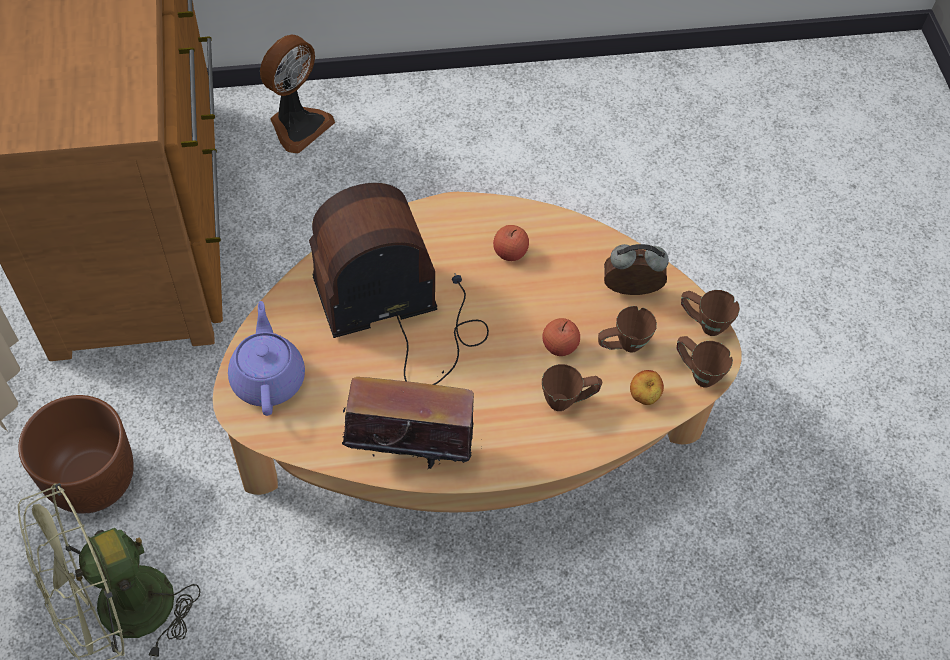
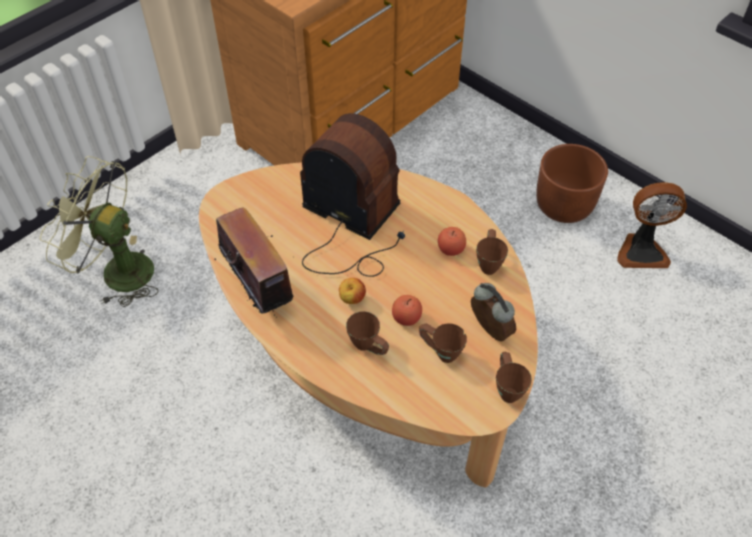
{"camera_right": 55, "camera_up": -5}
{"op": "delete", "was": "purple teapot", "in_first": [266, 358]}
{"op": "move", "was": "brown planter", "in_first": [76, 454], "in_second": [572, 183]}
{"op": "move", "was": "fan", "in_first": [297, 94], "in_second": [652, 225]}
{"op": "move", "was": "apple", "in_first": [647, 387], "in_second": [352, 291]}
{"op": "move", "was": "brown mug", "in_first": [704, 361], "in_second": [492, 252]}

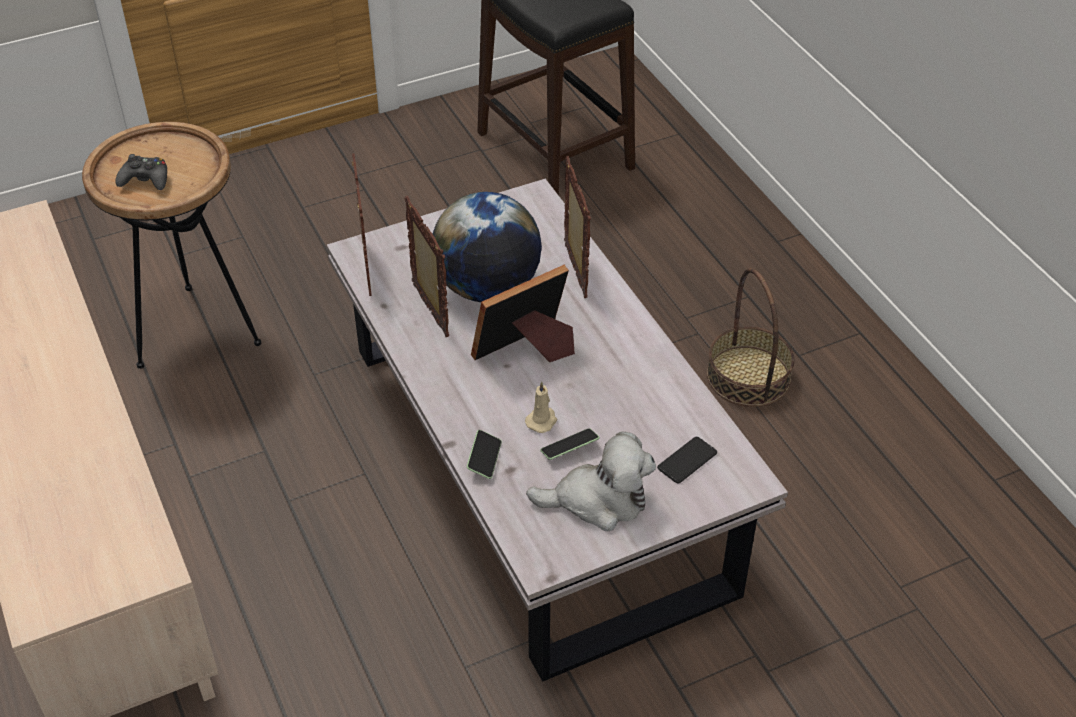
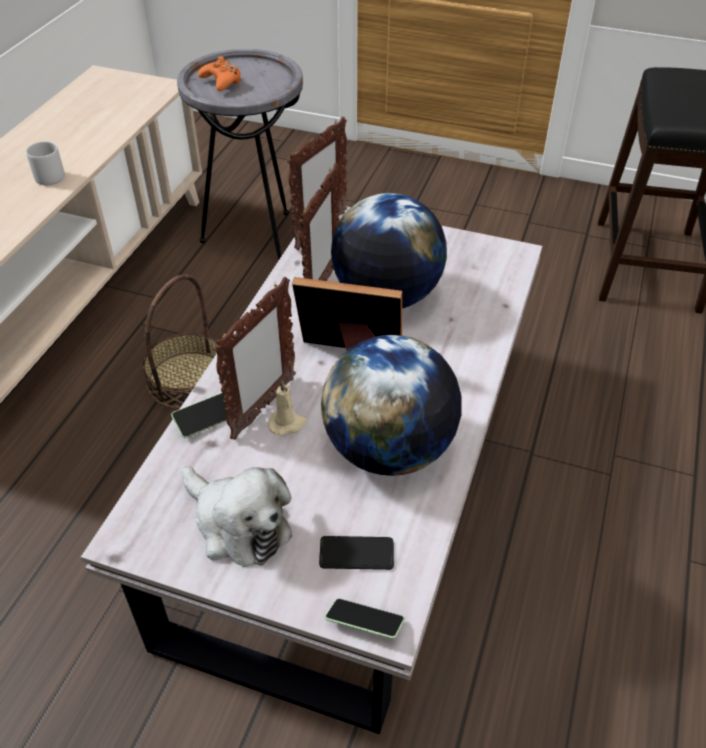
{"camera_right": 45, "camera_up": 0}
{"op": "insert", "now": "grey mug", "in_second": [45, 163]}
{"op": "insert", "now": "globe", "in_second": [391, 405]}
{"op": "move", "was": "phone", "in_first": [570, 444], "in_second": [365, 619]}
{"op": "move", "was": "picture frame", "in_first": [577, 227], "in_second": [254, 358]}
{"op": "move", "was": "basket", "in_first": [750, 337], "in_second": [180, 341]}
{"op": "recolor", "was": "brown side table", "now": "grey side table", "in_first": [171, 245], "in_second": [240, 154]}
{"op": "recolor", "was": "black game controller", "now": "orange game controller", "in_first": [141, 172], "in_second": [220, 74]}

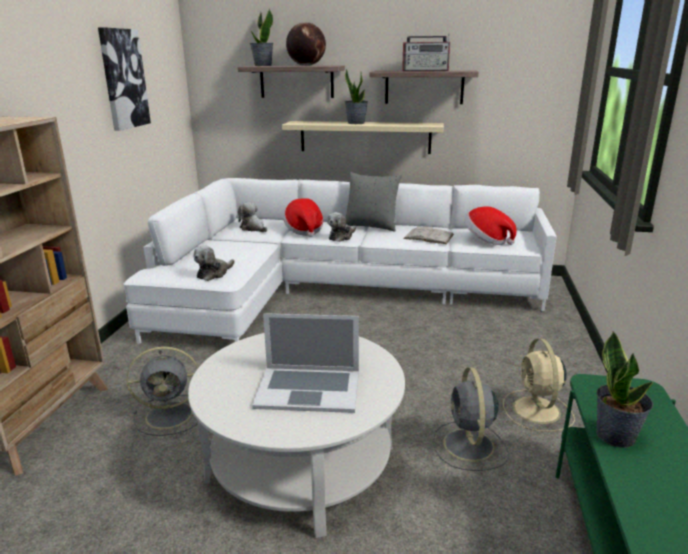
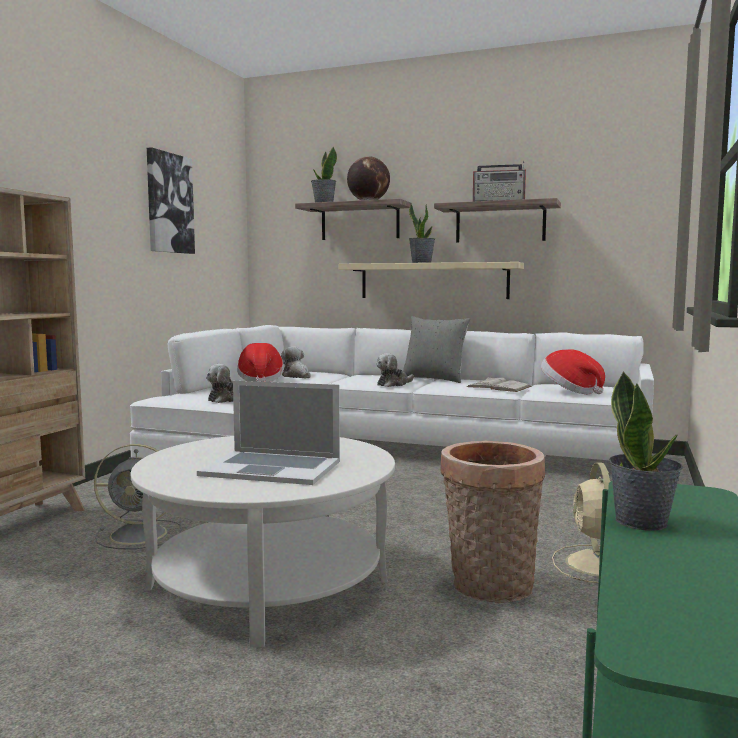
{"camera_right": 10, "camera_up": -15}
{"op": "move", "was": "hat", "in_first": [303, 217], "in_second": [260, 362]}
{"op": "replace", "was": "grey fan", "now": "basket", "in_first": [471, 419], "in_second": [492, 522]}

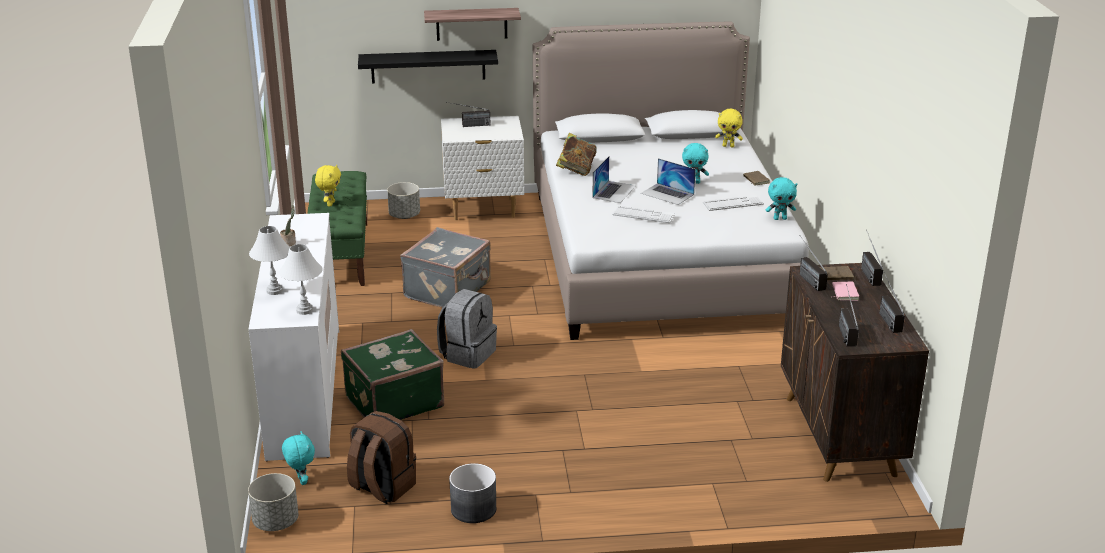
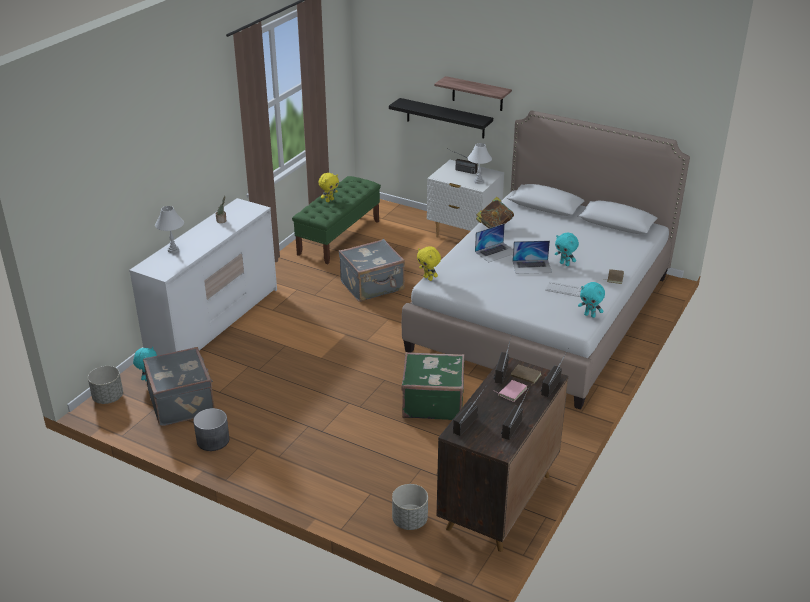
{"camera_right": 35, "camera_up": 5}
{"op": "delete", "was": "grey backpack", "in_first": [467, 329]}
{"op": "delete", "was": "keyboard", "in_first": [643, 214]}
{"op": "move", "was": "white table lamp", "in_first": [301, 279], "in_second": [480, 163]}
{"op": "move", "was": "green suitcase", "in_first": [392, 374], "in_second": [433, 386]}
{"op": "move", "was": "grey planter", "in_first": [403, 200], "in_second": [410, 507]}
{"op": "move", "was": "yellow plush toy", "in_first": [729, 128], "in_second": [429, 263]}
{"op": "replace", "was": "brown backpack", "now": "grey suitcase", "in_first": [381, 457], "in_second": [179, 386]}
{"op": "rotate", "was": "laptop", "in_first": [668, 181], "in_second": [532, 257], "clockwise": -75}

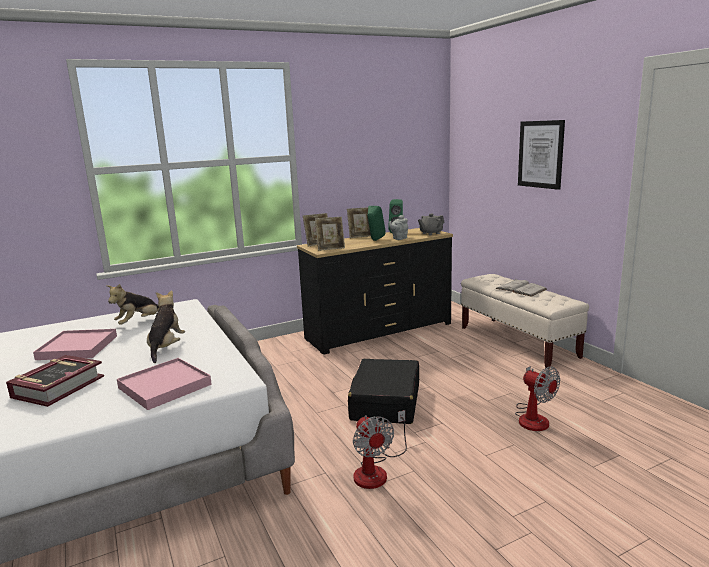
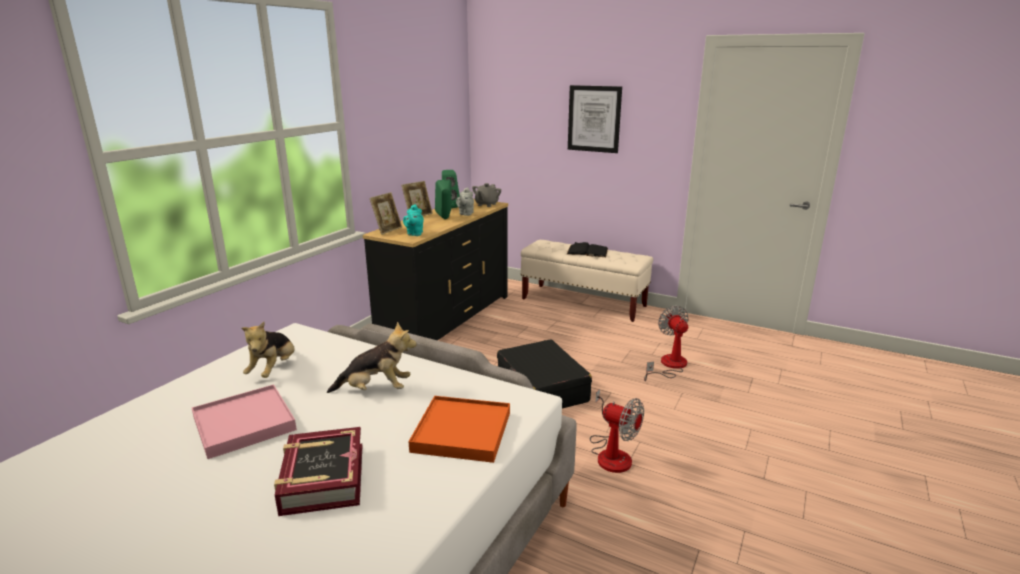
{"camera_right": -35, "camera_up": 5}
{"op": "replace", "was": "picture frame", "now": "turquoise teapot", "in_first": [330, 234], "in_second": [413, 220]}
{"op": "recolor", "was": "pink tray", "now": "orange tray", "in_first": [164, 384], "in_second": [459, 429]}
{"op": "recolor", "was": "white book", "now": "black book", "in_first": [521, 288], "in_second": [587, 249]}
{"op": "rotate", "was": "plush toy", "in_first": [166, 326], "in_second": [372, 357], "clockwise": 120}
{"op": "rotate", "was": "fan", "in_first": [537, 398], "in_second": [666, 343], "clockwise": -120}

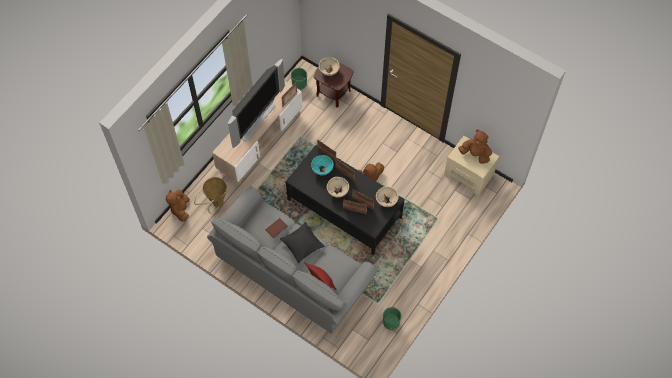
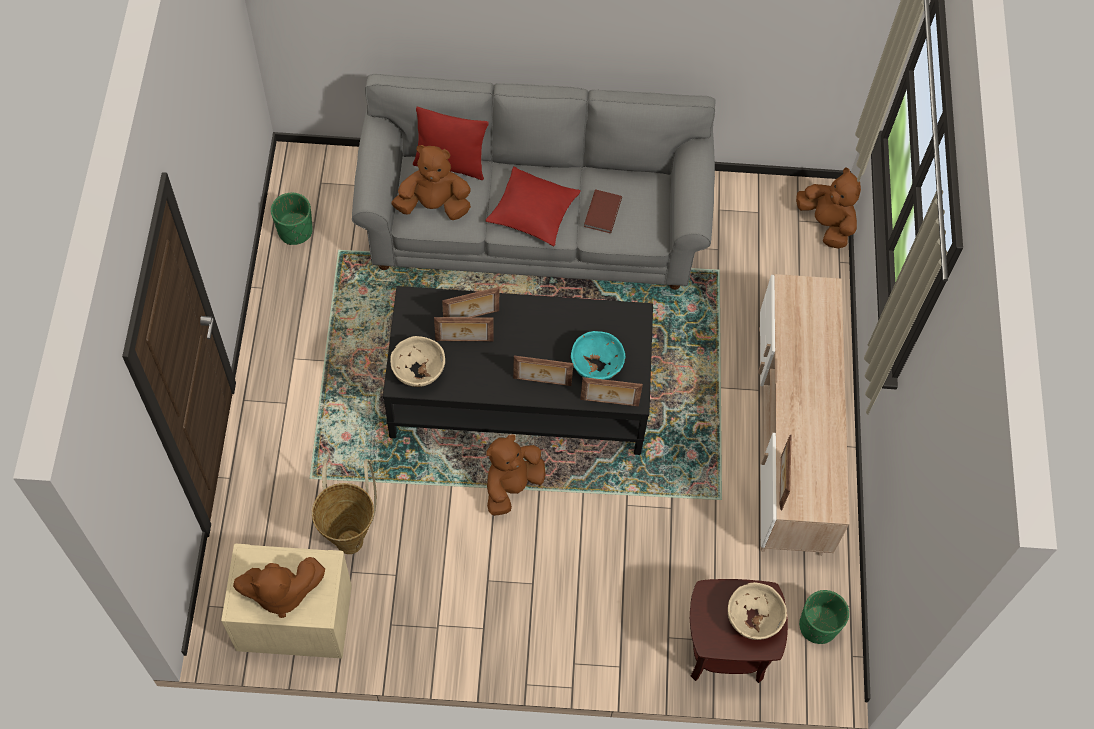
{"camera_right": 145, "camera_up": 0}
{"op": "delete", "was": "television", "in_first": [256, 103]}
{"op": "delete", "was": "beige bowl", "in_first": [338, 187]}
{"op": "insert", "now": "brown plush toy", "in_second": [431, 182]}
{"op": "move", "was": "basket", "in_first": [210, 195], "in_second": [344, 506]}
{"op": "recolor", "was": "black pillow", "now": "red pillow", "in_first": [302, 242], "in_second": [533, 206]}

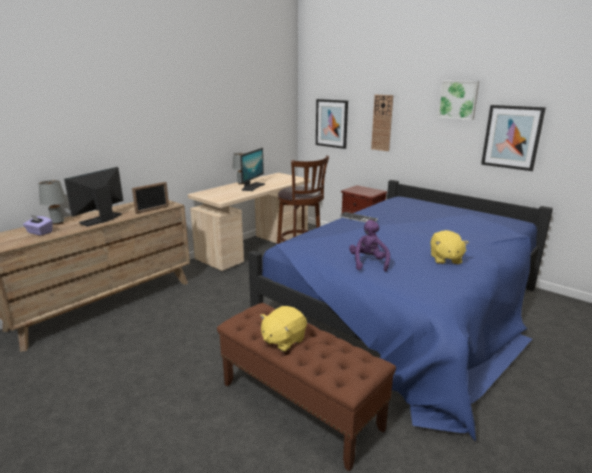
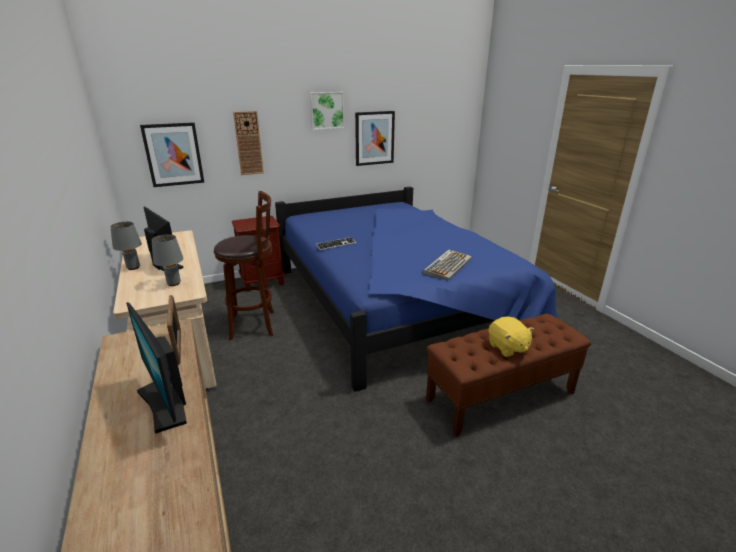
{"camera_right": -65, "camera_up": 5}
{"op": "delete", "was": "purple tissue box", "in_first": [38, 225]}
{"op": "delete", "was": "yellow plush toy", "in_first": [449, 247]}
{"op": "move", "was": "grey table lamp", "in_first": [52, 202], "in_second": [167, 260]}
{"op": "replace", "was": "purple plush toy", "now": "keyboard", "in_first": [369, 245], "in_second": [447, 265]}

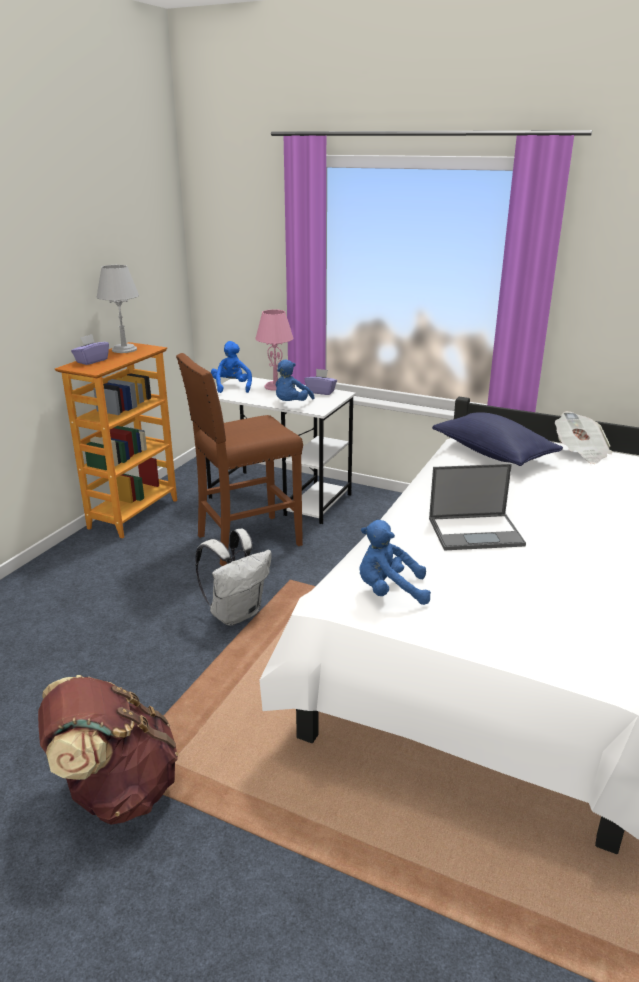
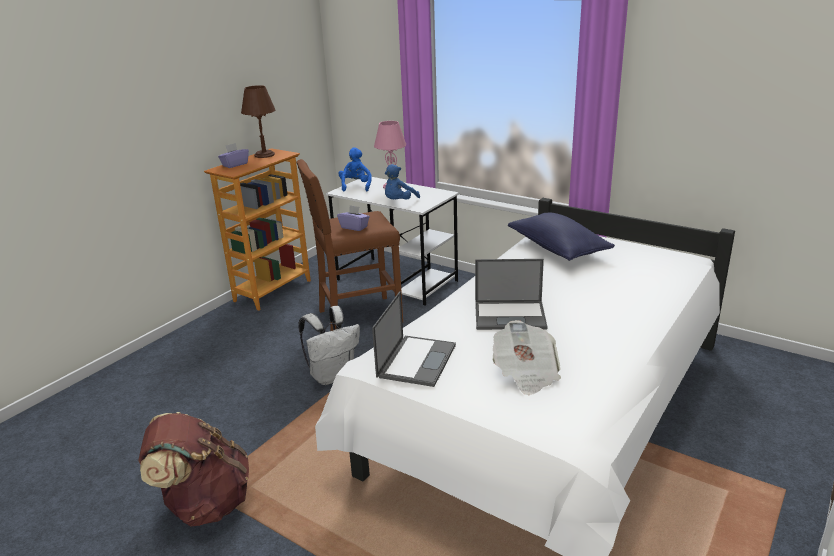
{"camera_right": 10, "camera_up": 0}
{"op": "move", "was": "purple tissue box", "in_first": [320, 382], "in_second": [353, 218]}
{"op": "move", "was": "newspaper", "in_first": [584, 437], "in_second": [527, 357]}
{"op": "replace", "was": "blue plush toy", "now": "laptop", "in_first": [395, 562], "in_second": [414, 339]}
{"op": "recolor", "was": "grey table lamp", "now": "brown table lamp", "in_first": [118, 309], "in_second": [258, 121]}

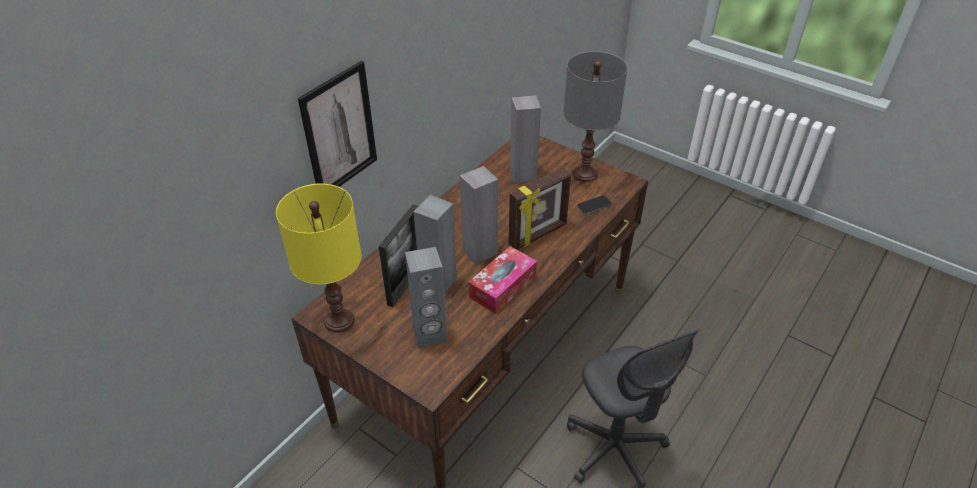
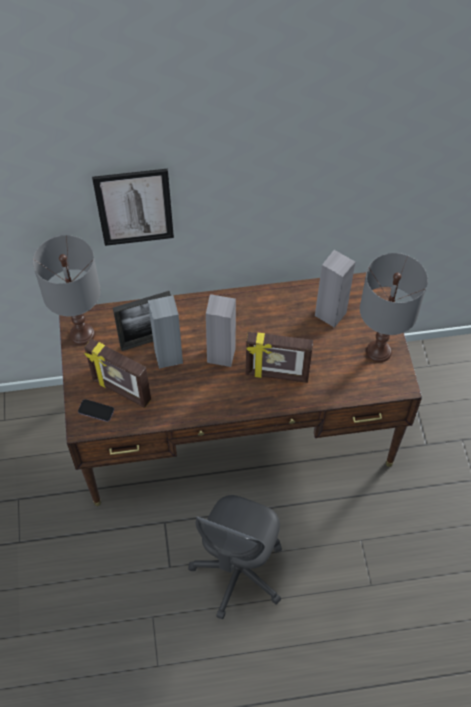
{"camera_right": 45, "camera_up": 15}
{"op": "delete", "was": "tissue box", "in_first": [502, 280]}
{"op": "move", "was": "phone", "in_first": [594, 205], "in_second": [96, 410]}
{"op": "replace", "was": "grey speaker", "now": "picture frame", "in_first": [426, 297], "in_second": [117, 373]}
{"op": "recolor", "was": "yellow table lamp", "now": "grey table lamp", "in_first": [319, 258], "in_second": [67, 290]}

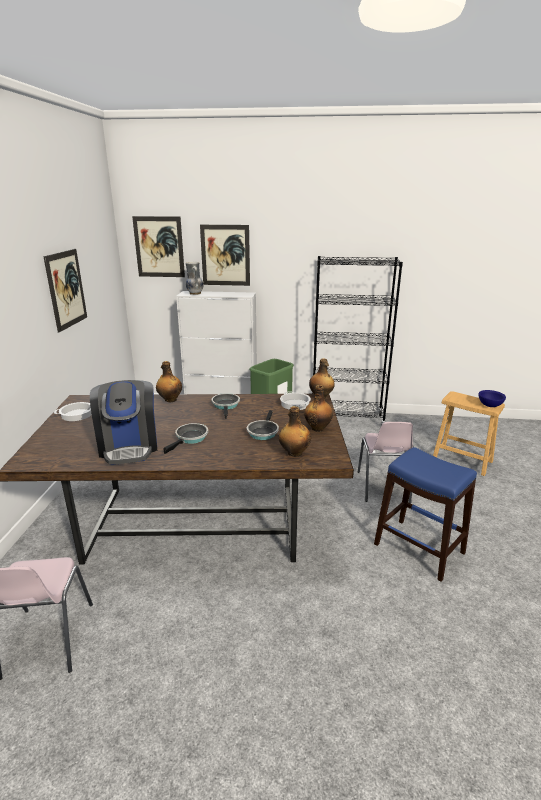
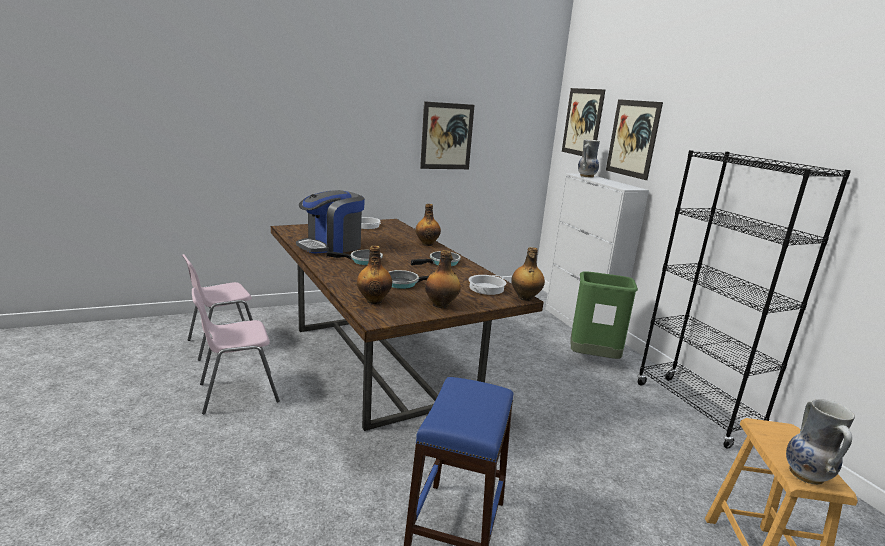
{"camera_right": 60, "camera_up": -5}
{"op": "move", "was": "pink chair", "in_first": [386, 462], "in_second": [236, 351]}
{"op": "replace", "was": "blue bowl", "now": "vase", "in_first": [492, 398], "in_second": [820, 442]}

